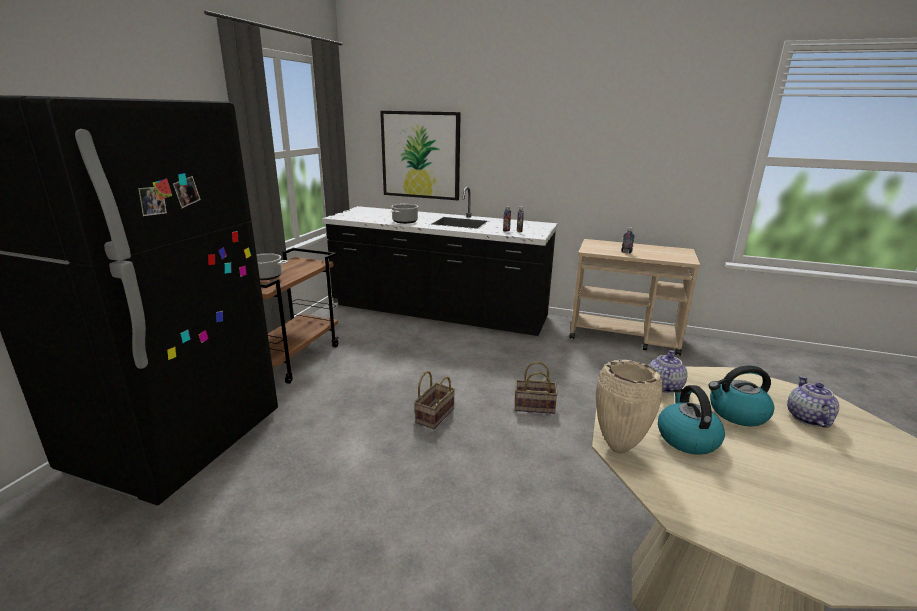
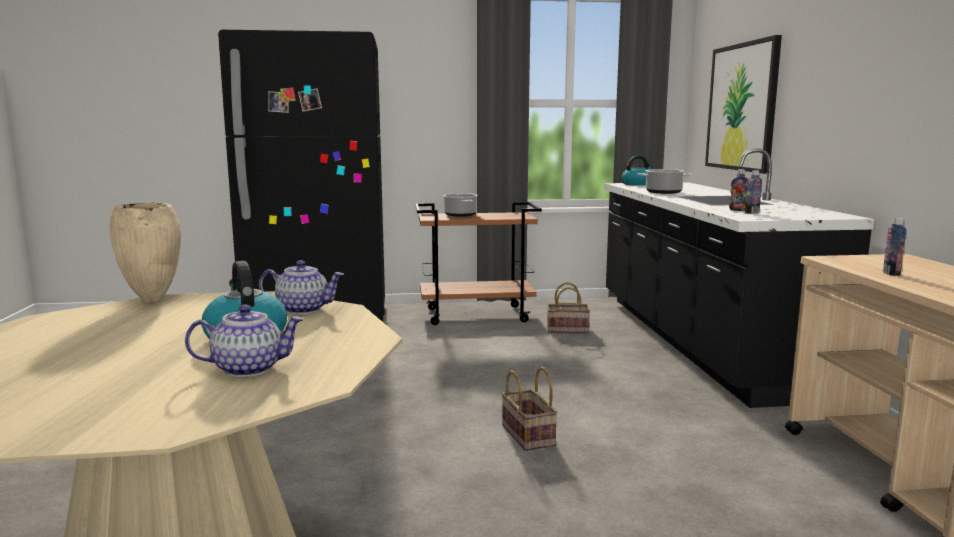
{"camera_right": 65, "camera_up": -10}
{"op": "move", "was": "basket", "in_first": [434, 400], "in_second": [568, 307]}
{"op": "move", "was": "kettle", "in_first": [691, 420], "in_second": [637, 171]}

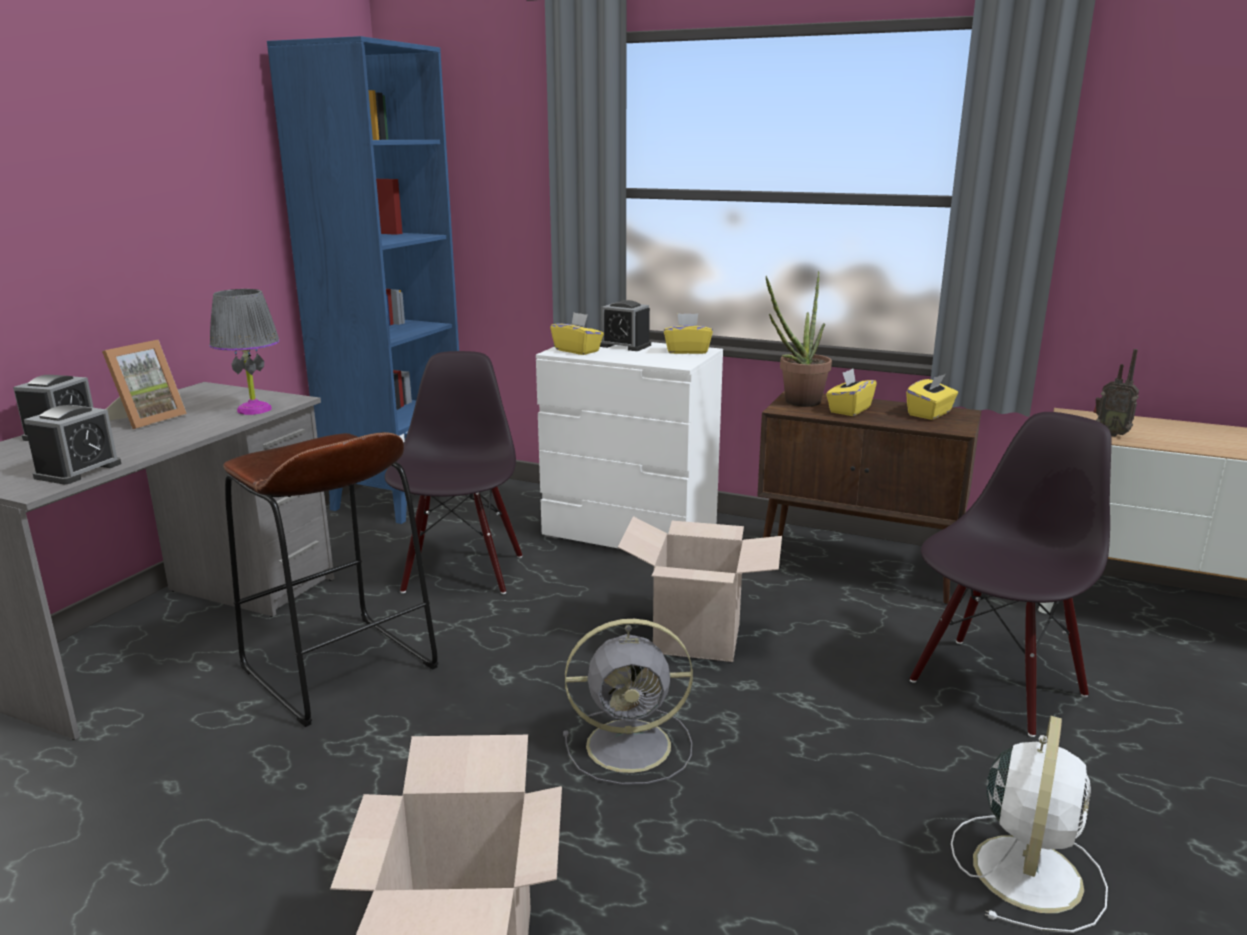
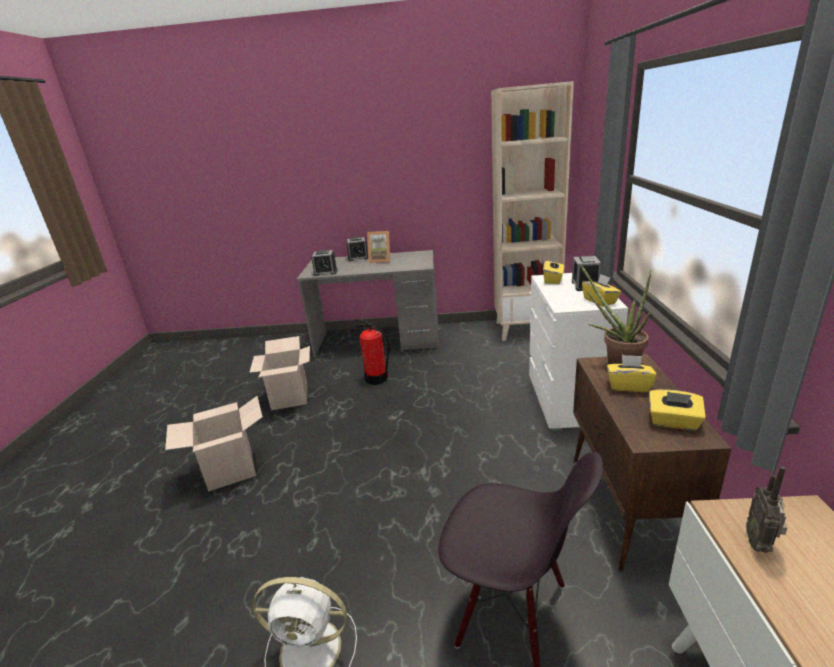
{"camera_right": 70, "camera_up": 5}
{"op": "delete", "was": "grey table lamp", "in_first": [244, 352]}
{"op": "delete", "was": "black chair", "in_first": [453, 472]}
{"op": "delete", "was": "grey fan", "in_first": [628, 702]}
{"op": "move", "was": "cardboard box", "in_first": [700, 589], "in_second": [279, 373]}
{"op": "replace", "was": "brown stool", "now": "fire extinguisher", "in_first": [331, 579], "in_second": [372, 352]}
{"op": "recolor", "was": "blue bookcase", "now": "beige bookcase", "in_first": [363, 280], "in_second": [532, 211]}

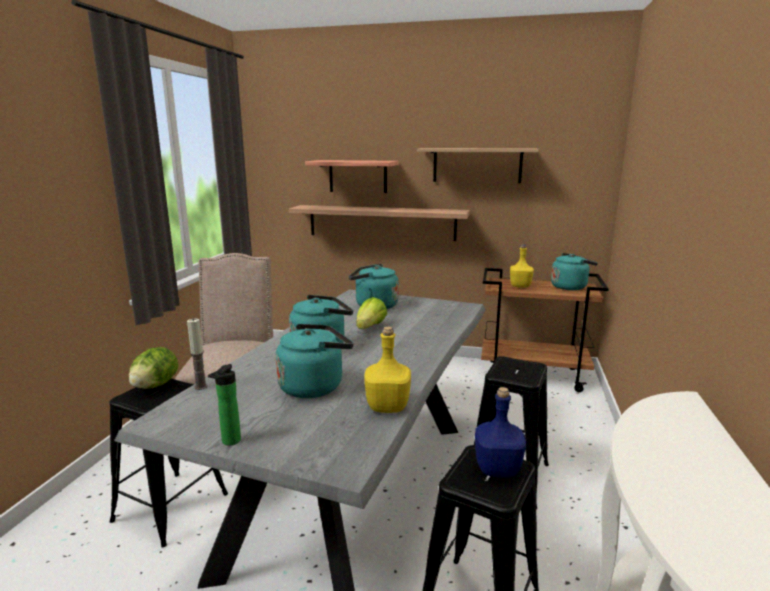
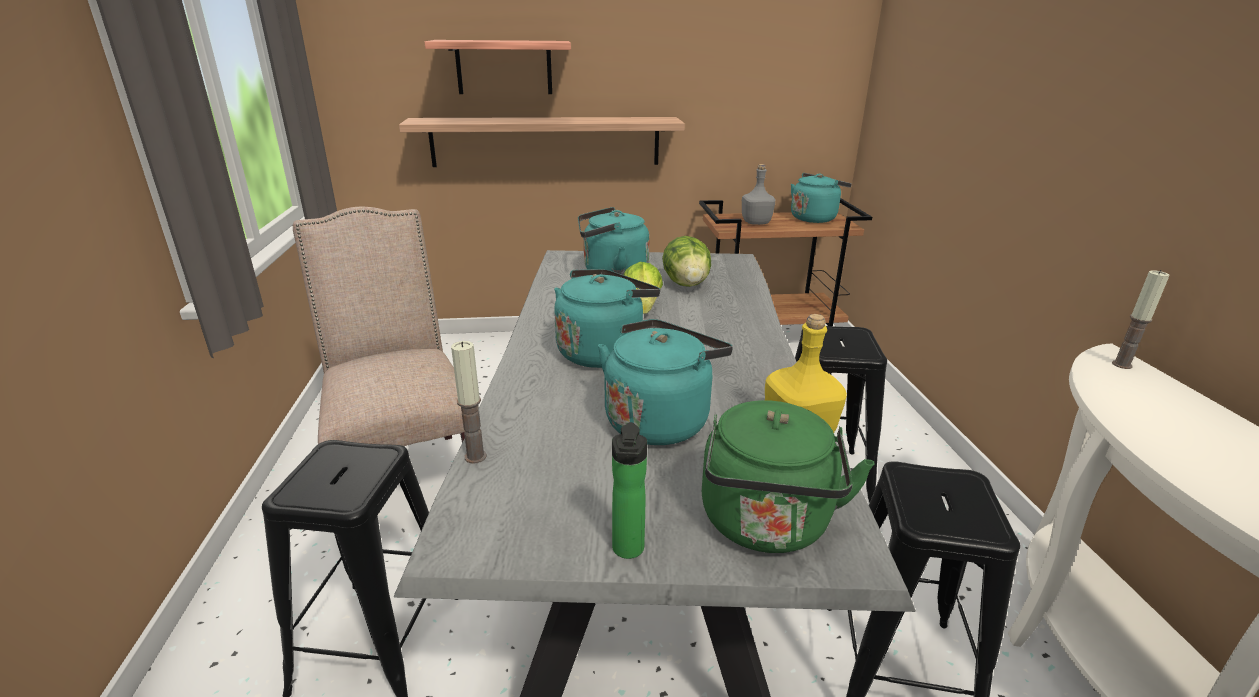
{"camera_right": -20, "camera_up": 10}
{"op": "delete", "was": "shelf", "in_first": [478, 165]}
{"op": "delete", "was": "blue bottle", "in_first": [500, 432]}
{"op": "insert", "now": "green kettle", "in_second": [788, 476]}
{"op": "insert", "now": "candle", "in_second": [1141, 319]}
{"op": "move", "was": "lettuce", "in_first": [153, 368], "in_second": [686, 261]}
{"op": "recolor", "was": "yellow bottle", "now": "grey bottle", "in_first": [522, 266], "in_second": [758, 194]}

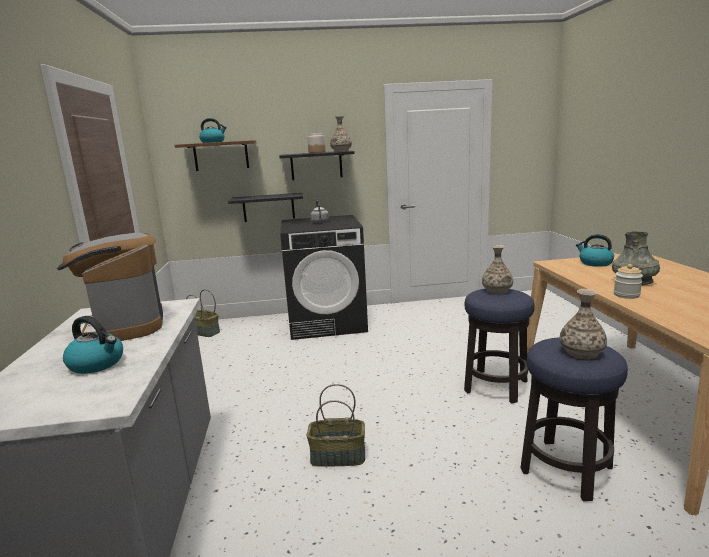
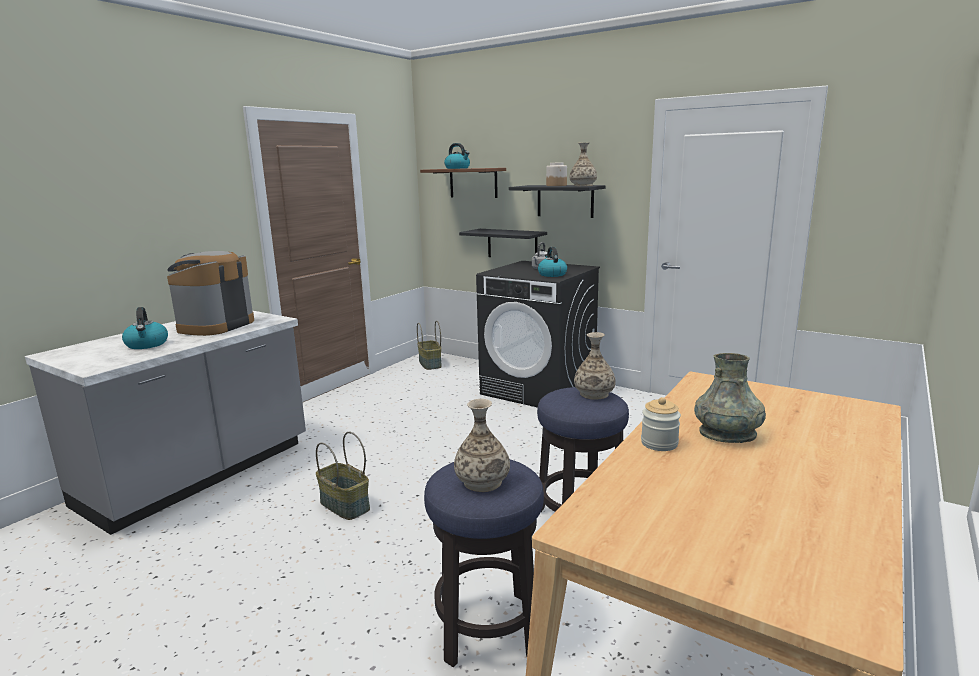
{"camera_right": 40, "camera_up": 0}
{"op": "move", "was": "kettle", "in_first": [595, 250], "in_second": [552, 262]}

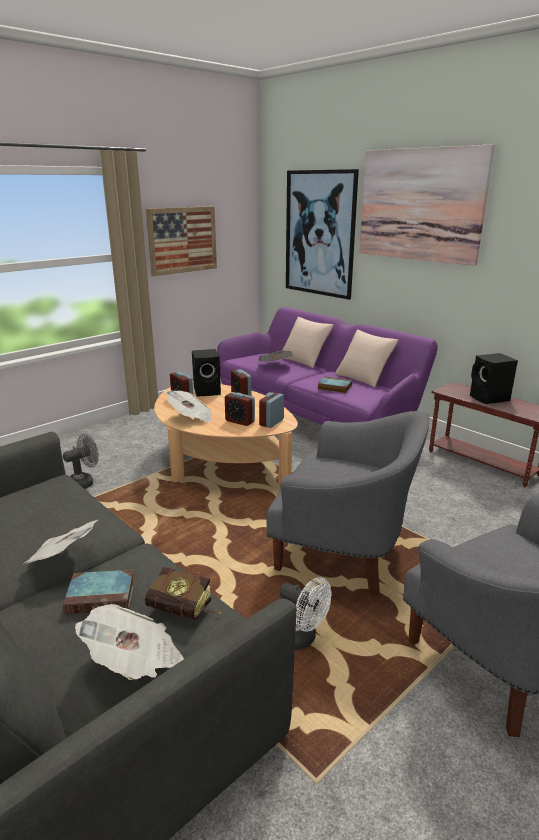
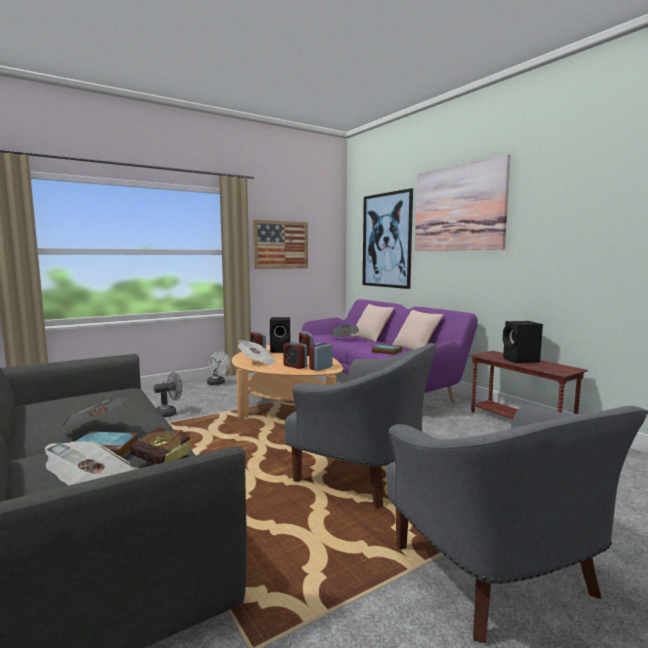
{"camera_right": 10, "camera_up": -15}
{"op": "move", "was": "white fan", "in_first": [305, 613], "in_second": [218, 368]}

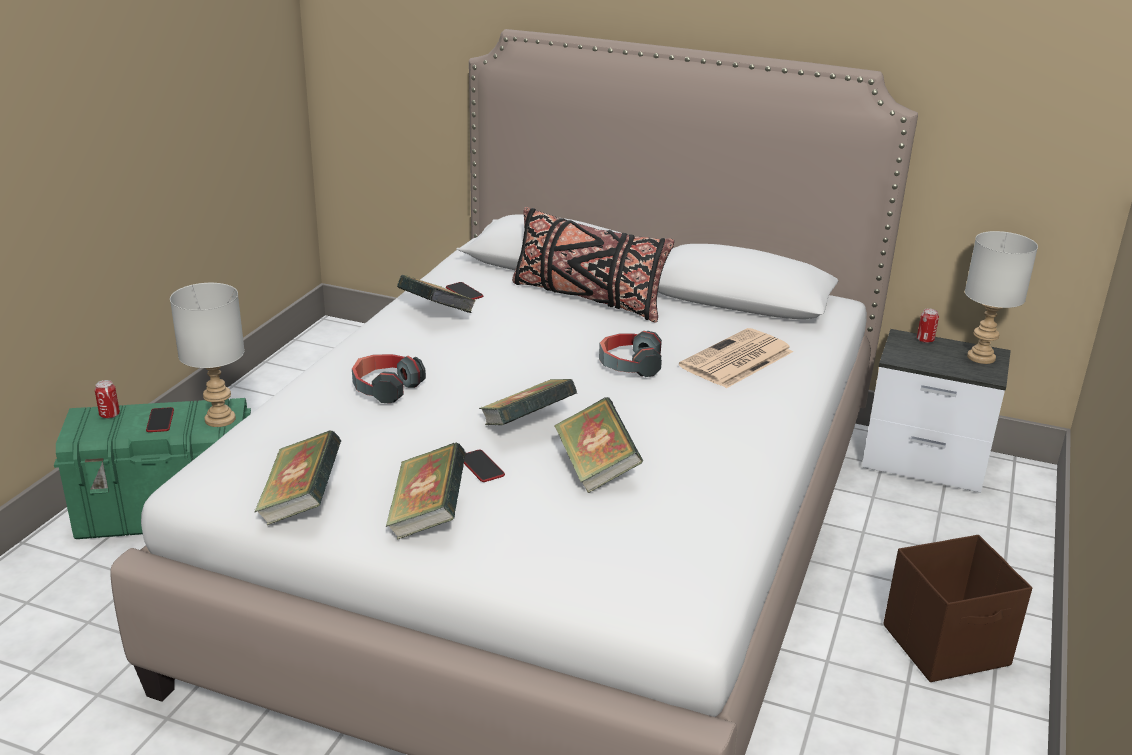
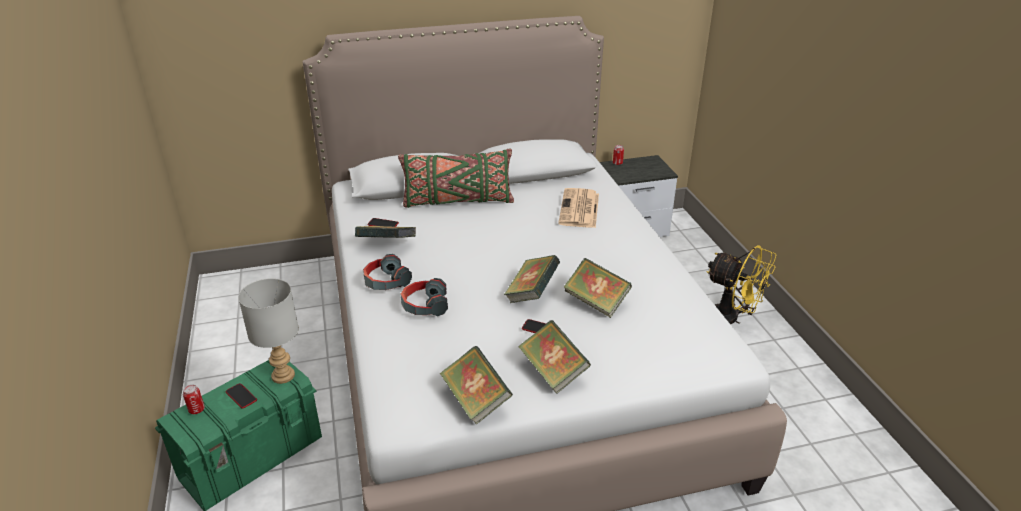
{"camera_right": -35, "camera_up": 5}
{"op": "delete", "was": "grey table lamp", "in_first": [1001, 297]}
{"op": "move", "was": "headphones", "in_first": [630, 354], "in_second": [387, 272]}
{"op": "replace", "was": "brown storage box", "now": "yellow fan", "in_first": [958, 608], "in_second": [741, 284]}
{"op": "recolor", "was": "black pillow", "now": "green pillow", "in_first": [593, 265], "in_second": [456, 178]}

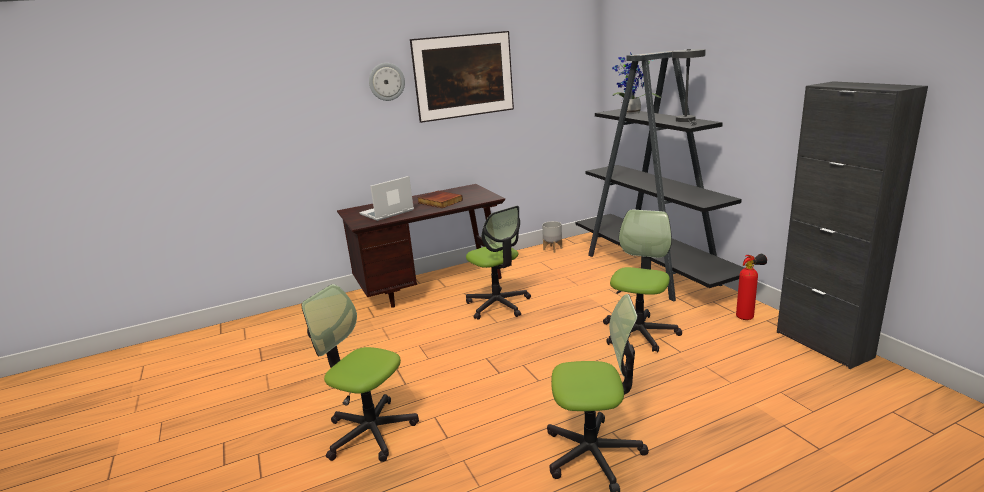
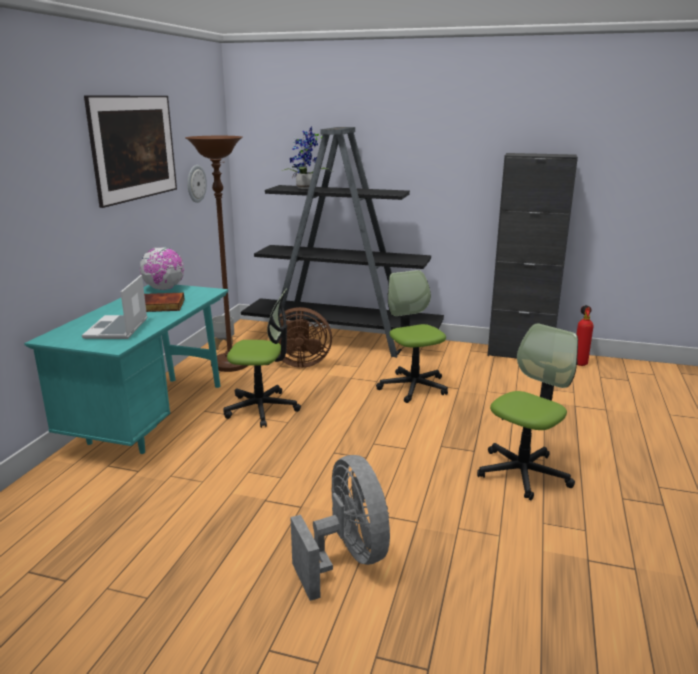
{"camera_right": -50, "camera_up": 0}
{"op": "delete", "was": "grey table lamp", "in_first": [689, 87]}
{"op": "insert", "now": "globe", "in_second": [162, 268]}
{"op": "insert", "now": "brown floor lamp", "in_second": [217, 254]}
{"op": "insert", "now": "brown fan", "in_second": [305, 337]}
{"op": "move", "was": "wall clock", "in_first": [387, 82], "in_second": [197, 184]}
{"op": "move", "was": "fire extinguisher", "in_first": [751, 287], "in_second": [585, 335]}
{"op": "replace", "was": "office chair", "now": "grey fan", "in_first": [360, 373], "in_second": [340, 528]}
{"op": "recolor", "was": "brown desk", "now": "turquoise desk", "in_first": [421, 246], "in_second": [126, 369]}

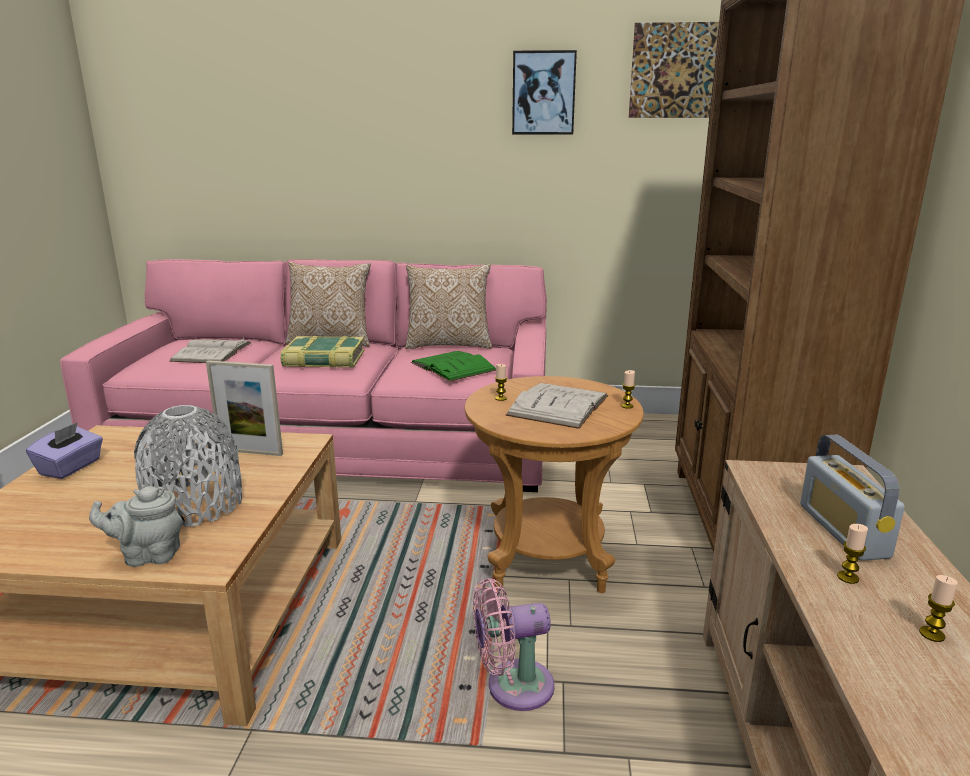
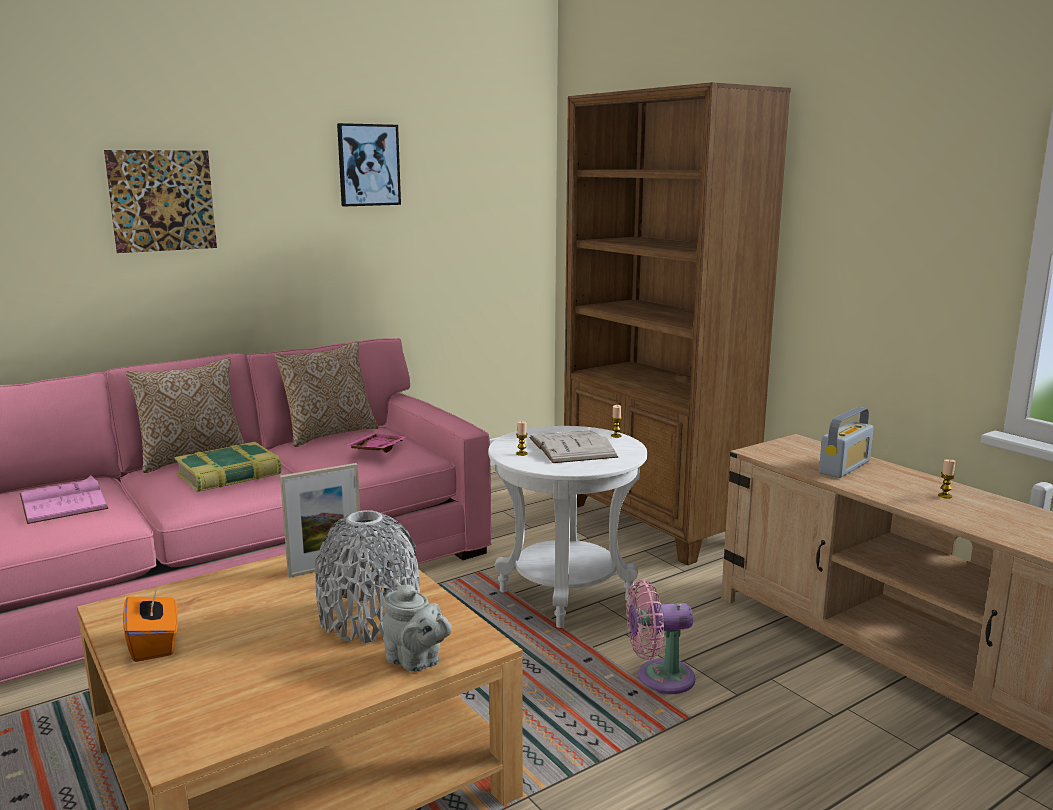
{"camera_right": -40, "camera_up": -5}
{"op": "delete", "was": "candle", "in_first": [852, 554]}
{"op": "move", "was": "picture", "in_first": [674, 70], "in_second": [160, 201]}
{"op": "replace", "was": "green book", "now": "pink tray", "in_first": [453, 366], "in_second": [375, 443]}
{"op": "recolor", "was": "purple tissue box", "now": "orange tissue box", "in_first": [64, 450], "in_second": [150, 623]}
{"op": "recolor", "was": "white book", "now": "pink book", "in_first": [210, 350], "in_second": [64, 499]}
{"op": "recolor", "was": "brown side table", "now": "white side table", "in_first": [554, 484], "in_second": [568, 527]}
{"op": "rotate", "was": "grey teapot", "in_first": [136, 526], "in_second": [417, 627], "clockwise": -90}
{"op": "rotate", "was": "pink fan", "in_first": [514, 644], "in_second": [660, 637], "clockwise": 45}
{"op": "rotate", "was": "radio", "in_first": [852, 498], "in_second": [846, 442], "clockwise": -90}

